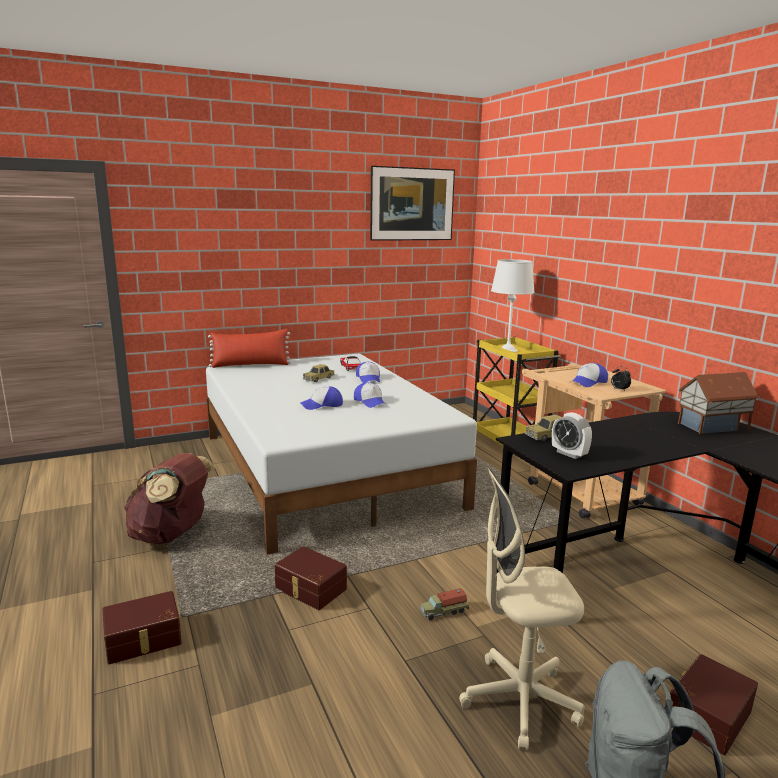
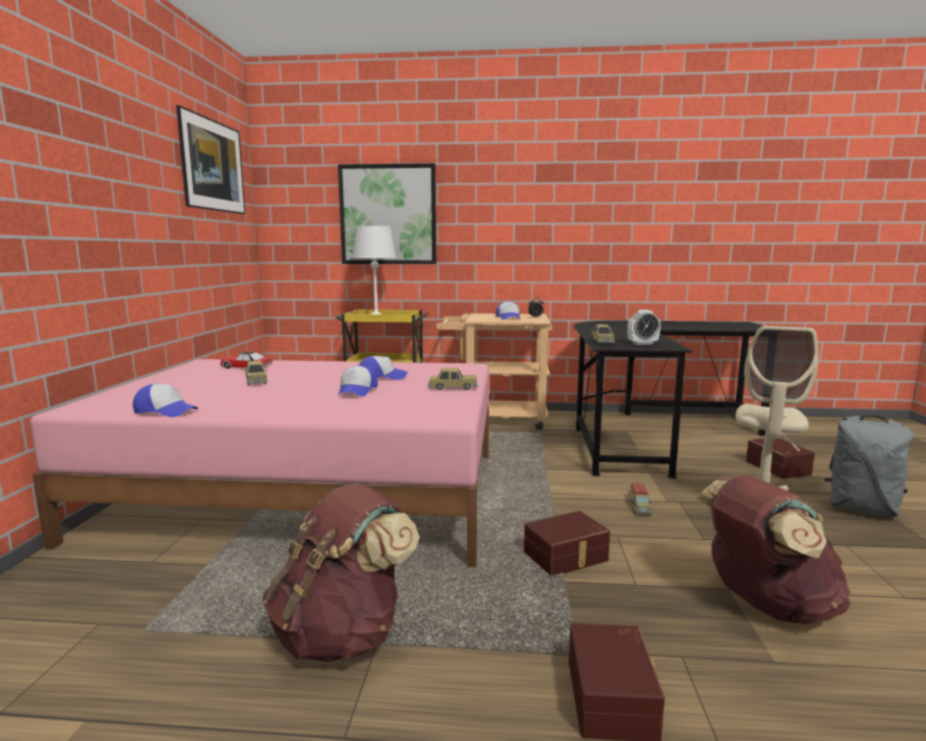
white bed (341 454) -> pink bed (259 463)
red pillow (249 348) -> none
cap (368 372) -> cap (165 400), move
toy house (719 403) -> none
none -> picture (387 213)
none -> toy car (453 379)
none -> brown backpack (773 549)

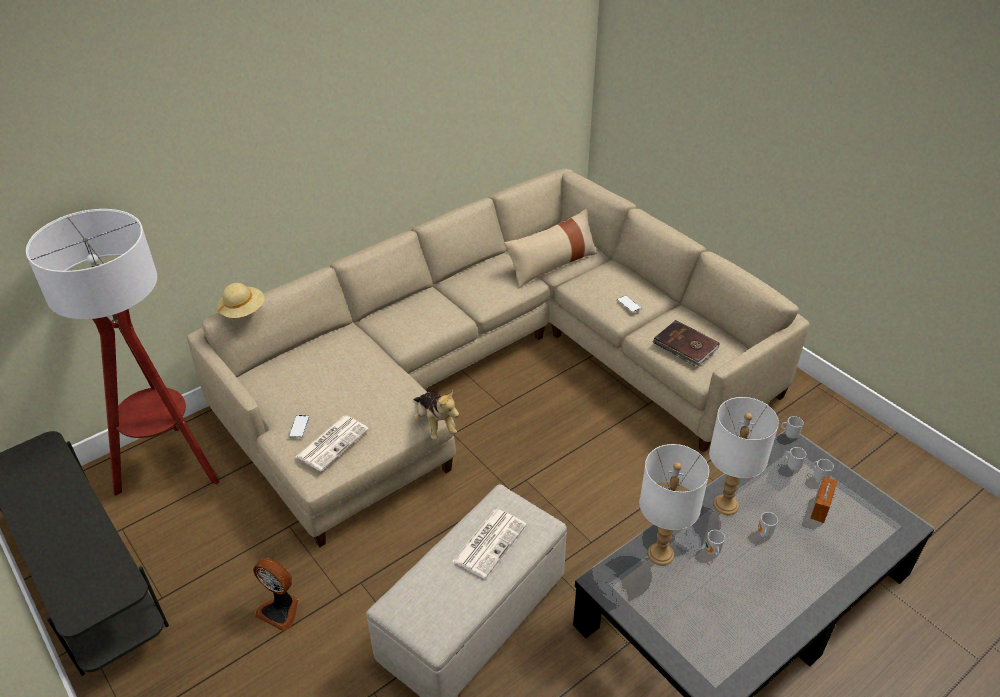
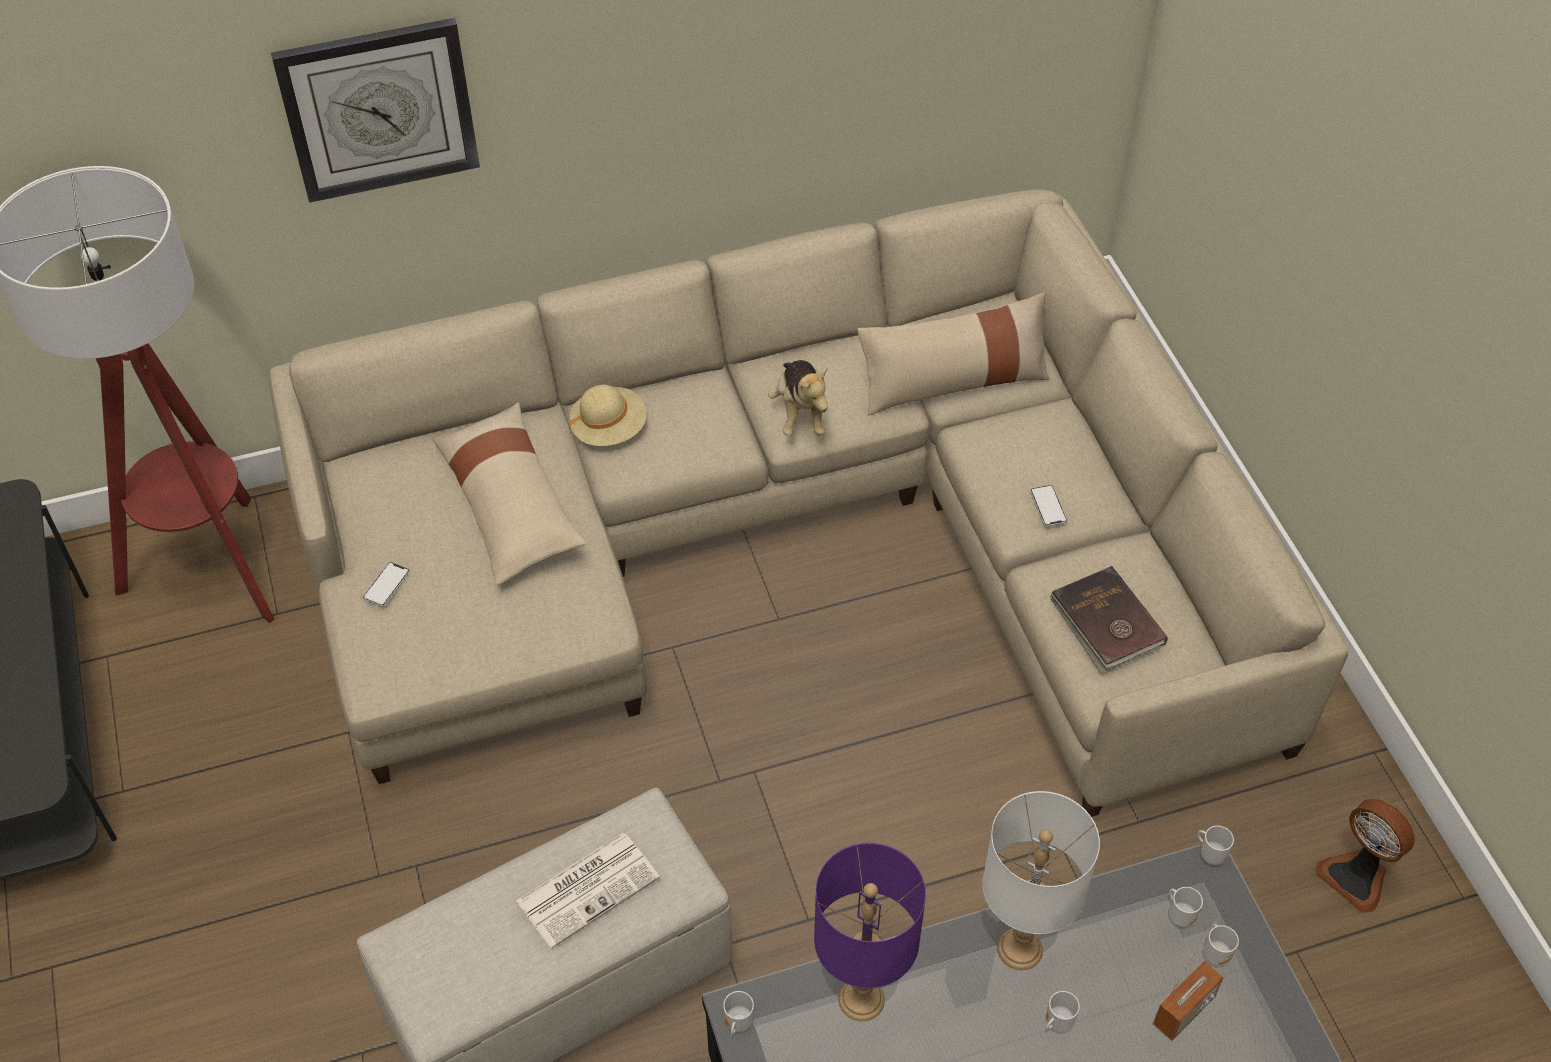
beige hat (240 300) -> beige hat (607 415), move
fan (275 594) -> fan (1365 856), move
newspaper (332 443) -> none
plush toy (436 415) -> plush toy (798 398), move
white table lamp (674 505) -> purple table lamp (870 932)
mug (715 543) -> mug (738 1013), move
none -> wall clock (375 110)
none -> beige pillow (509 494)

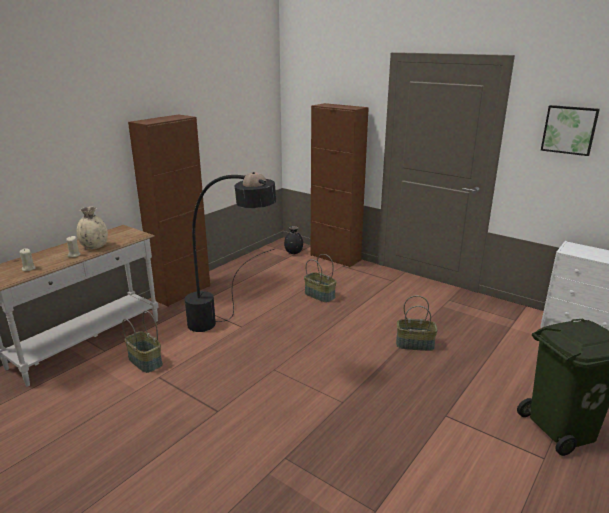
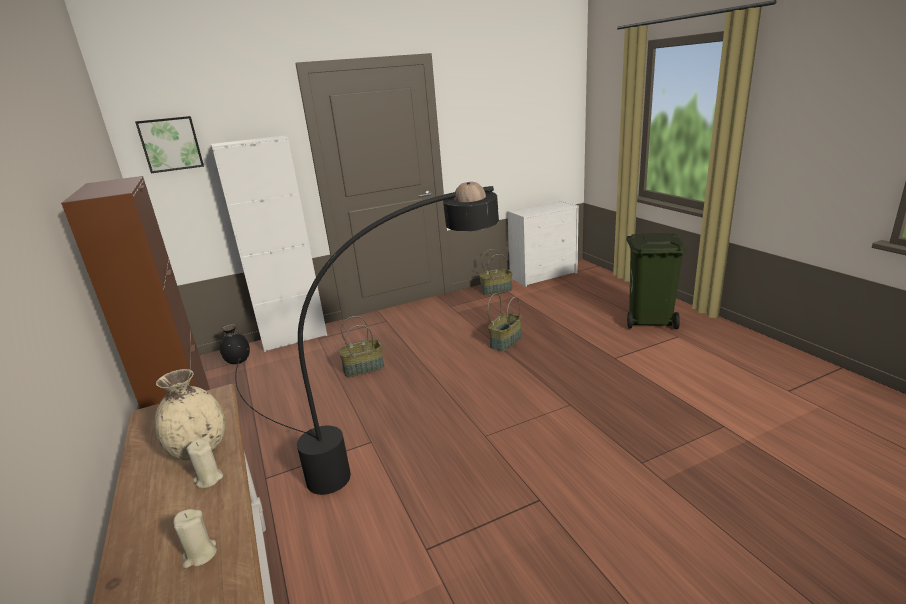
basket (142 342) -> basket (496 272), move
brown cabinet (340 185) -> white cabinet (269 243)
picture (570 130) -> picture (169 144), move

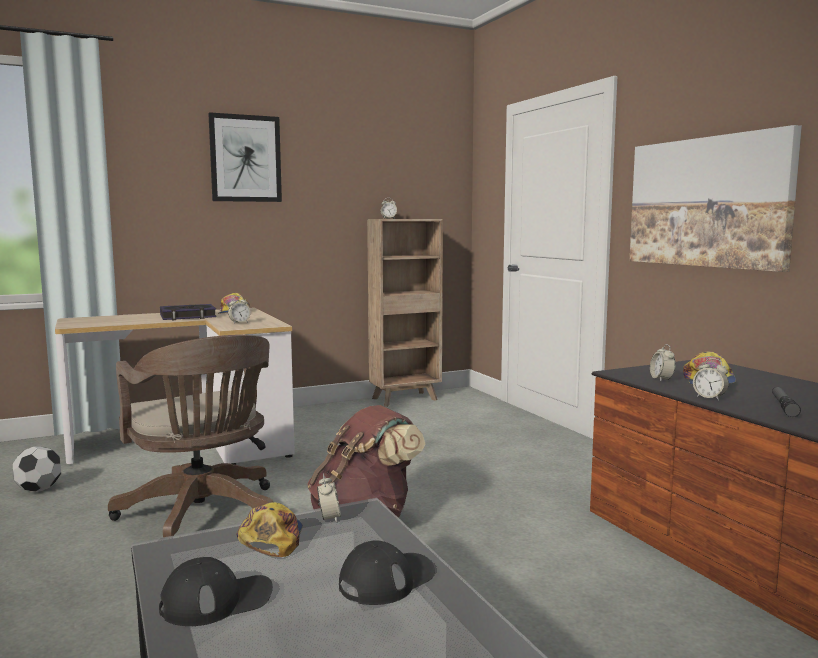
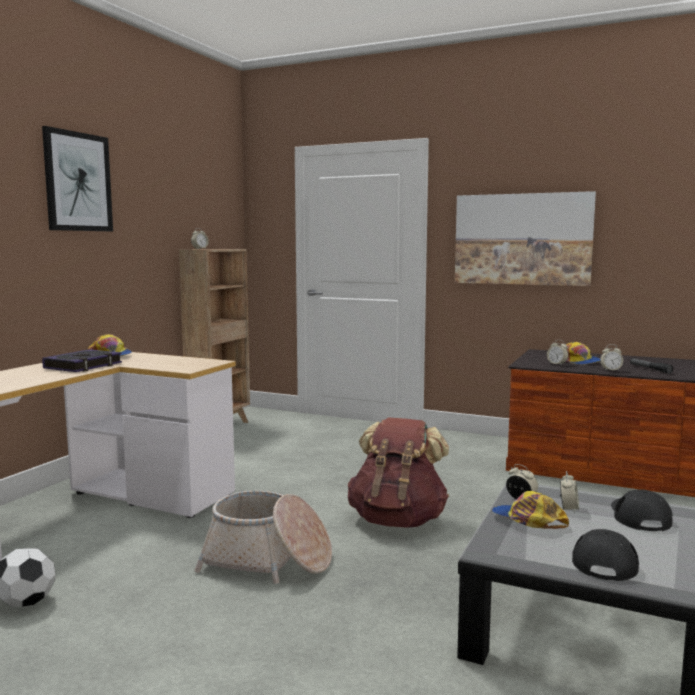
brown office chair (190 436) -> basket (263 537)
alarm clock (239 309) -> alarm clock (569 492), move

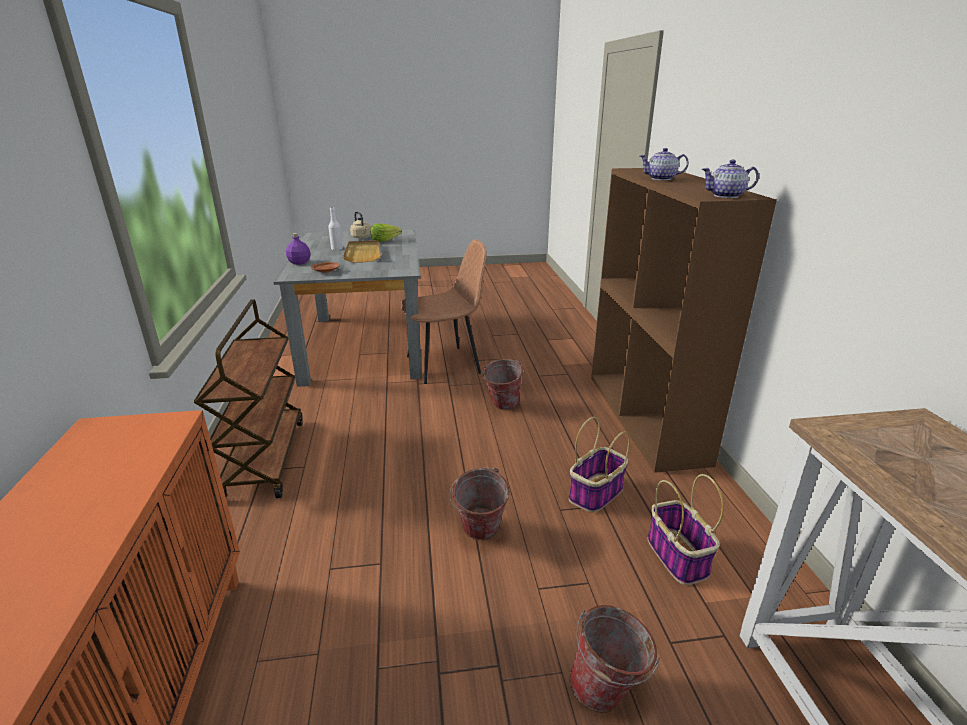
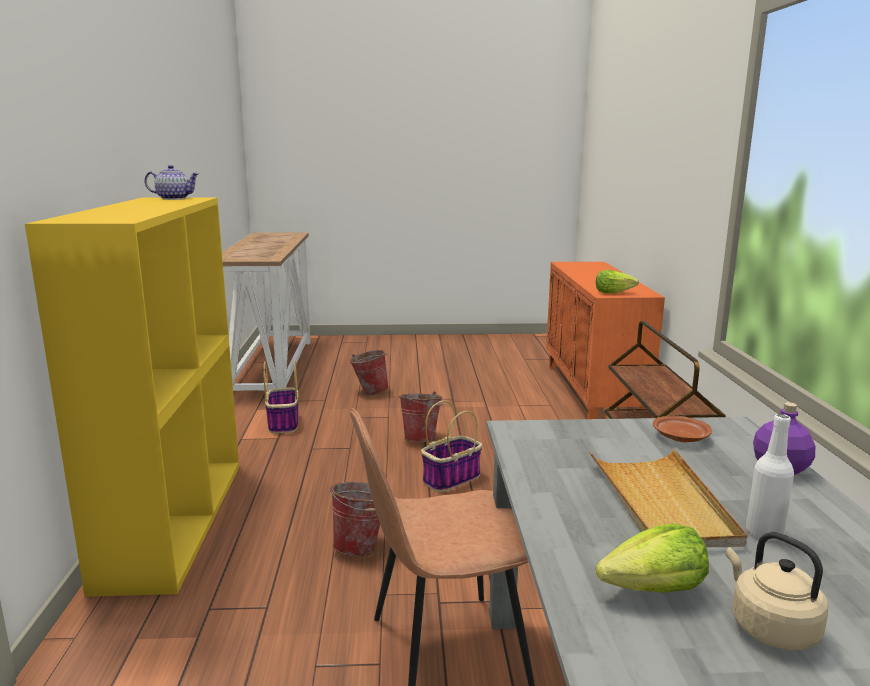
basket (599 465) -> basket (451 446), move
brown bookcase (684 320) -> yellow bookcase (132 397)
teapot (664 164) -> none
none -> lettuce (617 281)

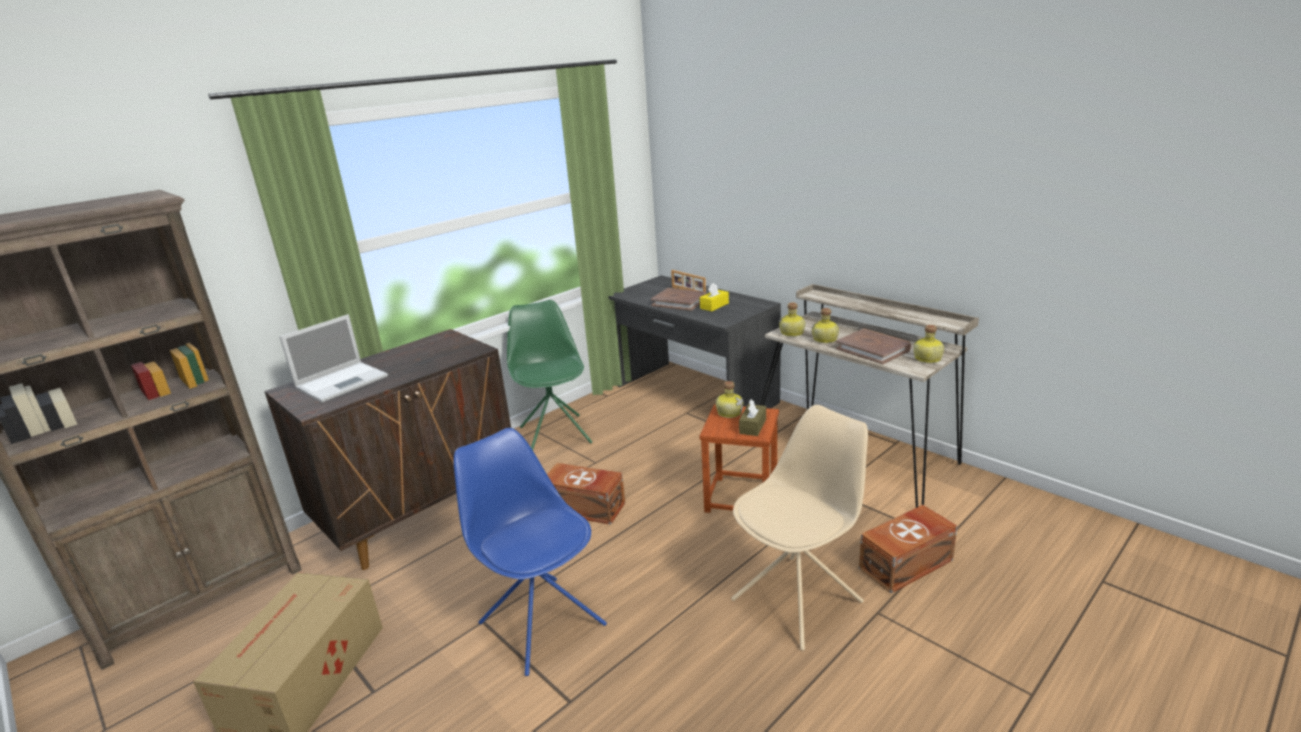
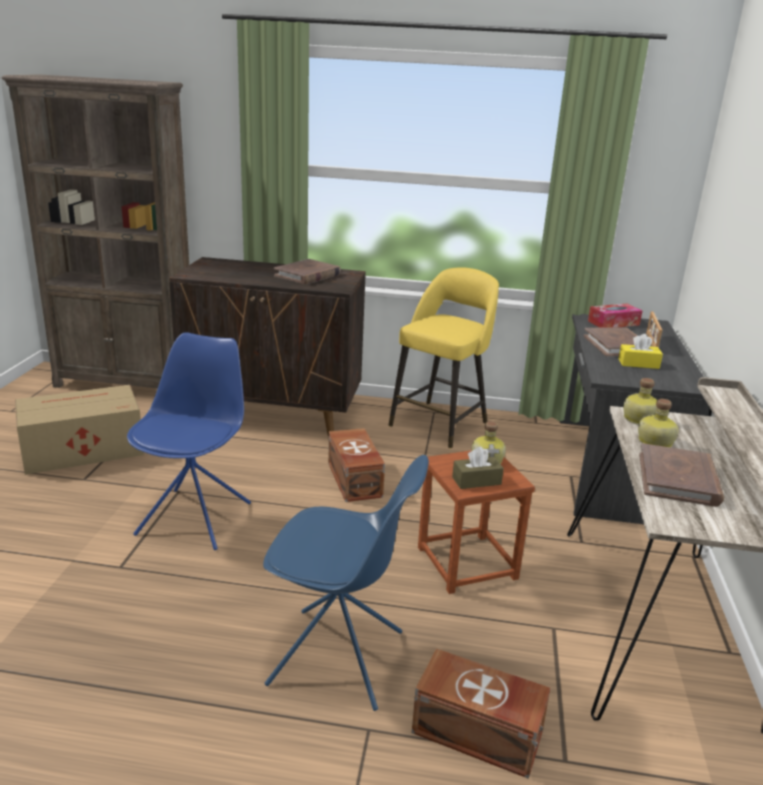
laptop (334 358) -> none
green chair (549 375) -> yellow stool (444 357)
beige chair (799 527) -> blue chair (346 583)
bottle (928 344) -> none
none -> brown book (307 271)
none -> tissue box (615 316)

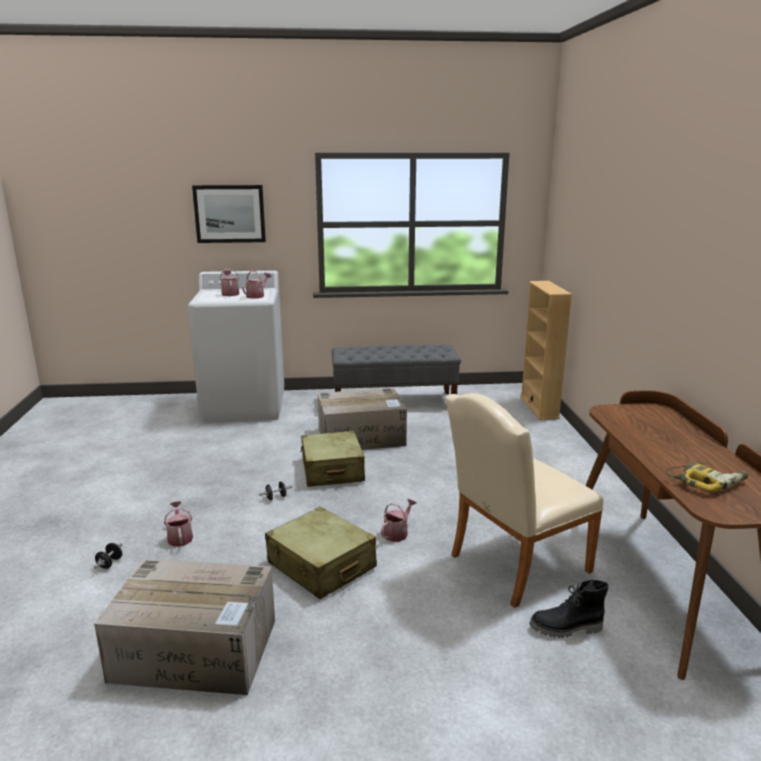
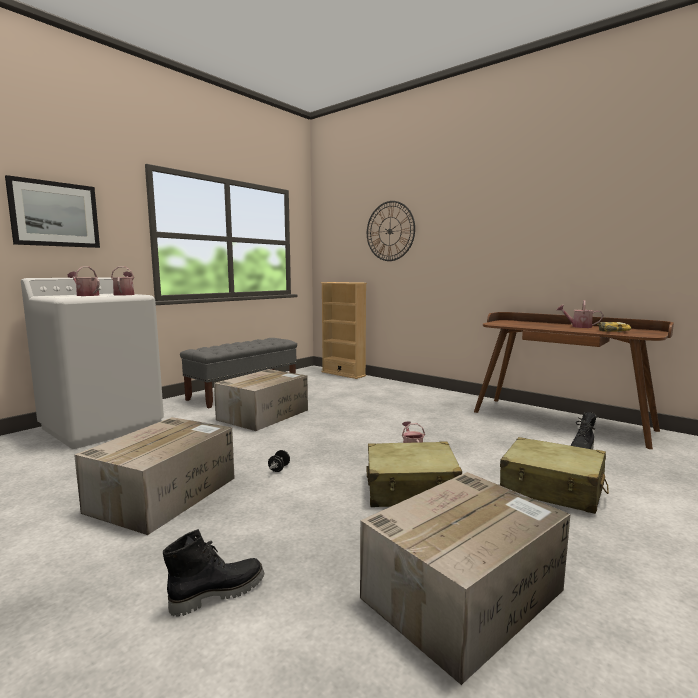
black dumbbell (108 556) -> black boot (213 573)
watering can (178 524) -> watering can (580 314), move
beige suitcase (332 458) -> beige suitcase (554 475), move
beige chair (524 500) -> none
none -> cardboard box (154 476)
none -> wall clock (391 231)

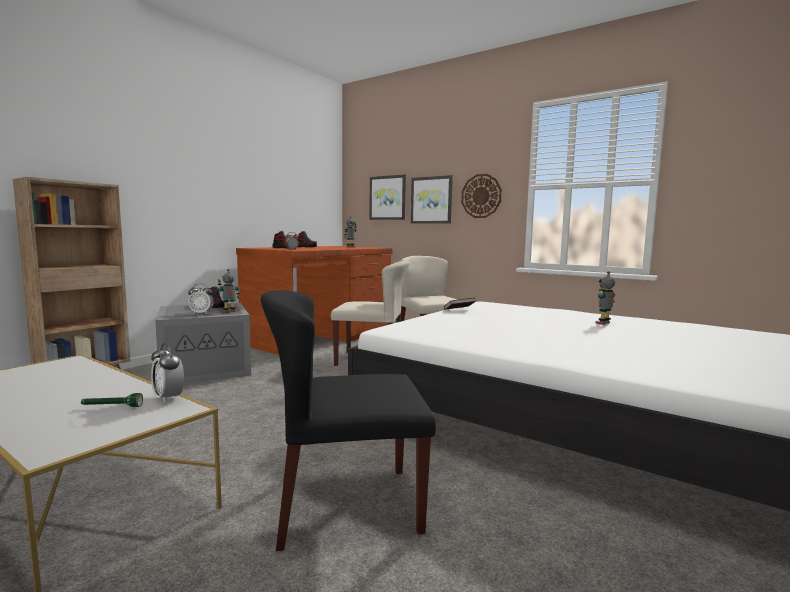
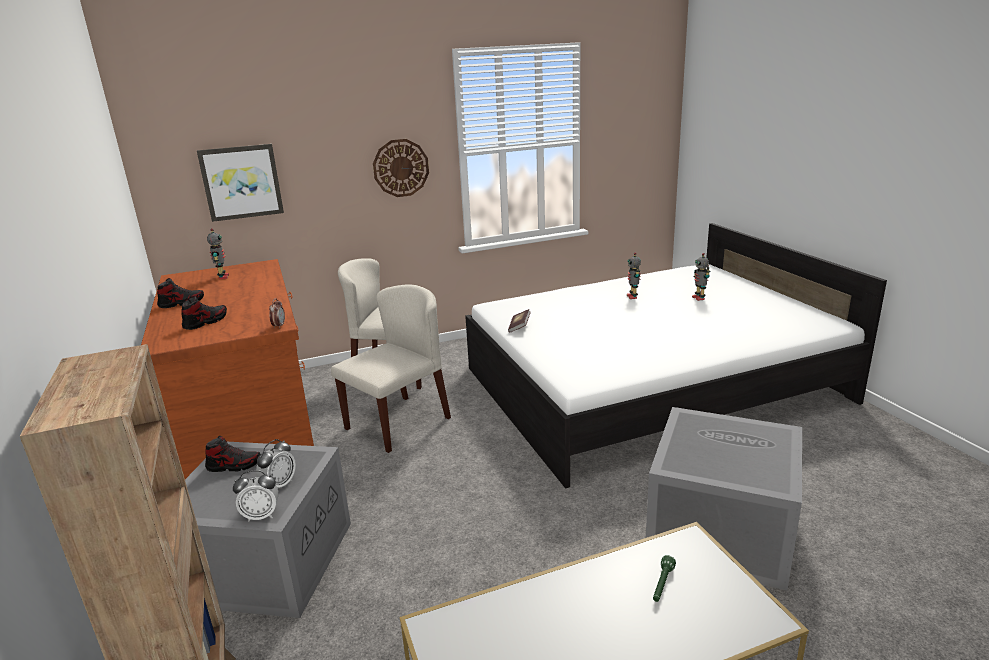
alarm clock (167 373) -> alarm clock (256 496), move
toy robot (229 291) -> toy robot (701 277), move
black chair (348 420) -> grey storage box (724 499)
picture (432 199) -> none

